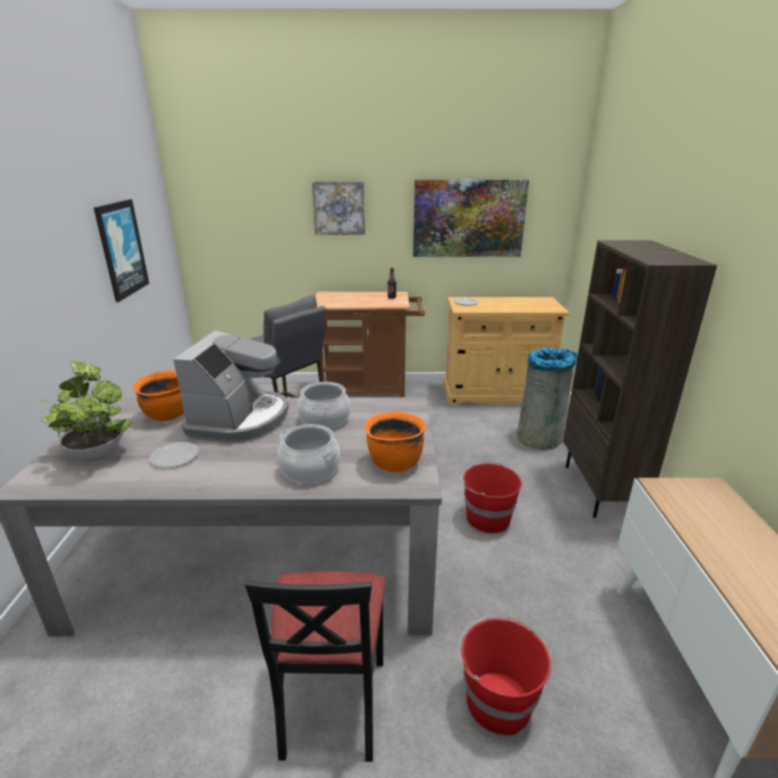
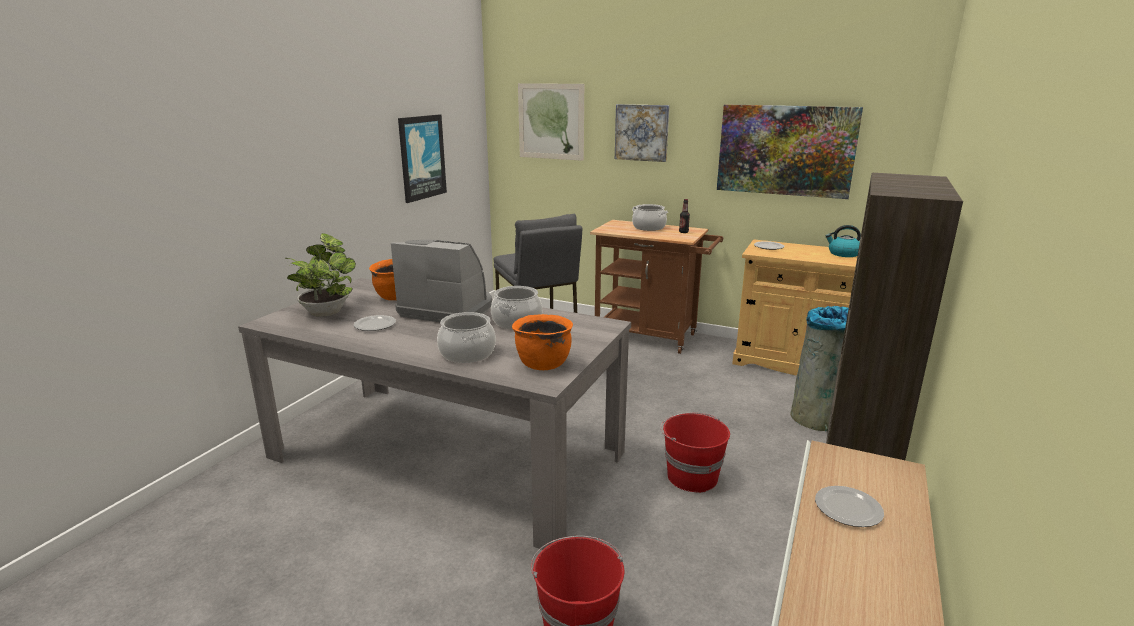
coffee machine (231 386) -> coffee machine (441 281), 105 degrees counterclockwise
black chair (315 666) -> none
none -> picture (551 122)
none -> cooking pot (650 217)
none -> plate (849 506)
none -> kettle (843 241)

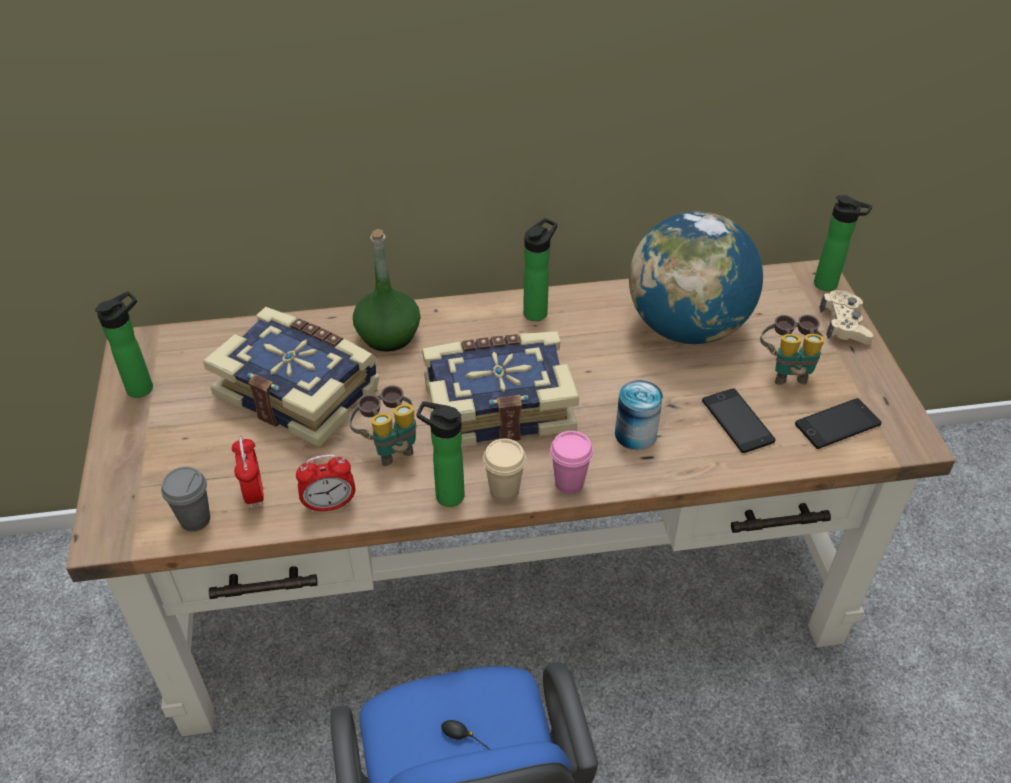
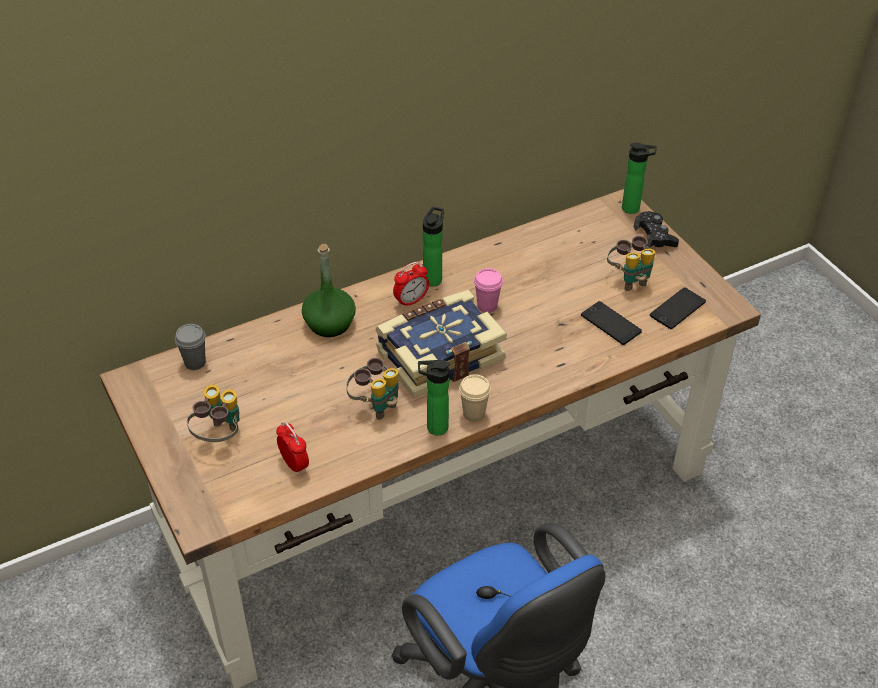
bottle (124 344) -> none
grey cup (185 499) -> grey cup (190 347), move
book (291 377) -> none
alarm clock (325 483) -> alarm clock (411 285), move
pink cup (571 462) -> pink cup (488 290), move
can (639 415) -> none
globe (696 278) -> none
beige game controller (846 317) -> black game controller (656 229)
none -> binoculars (213 413)

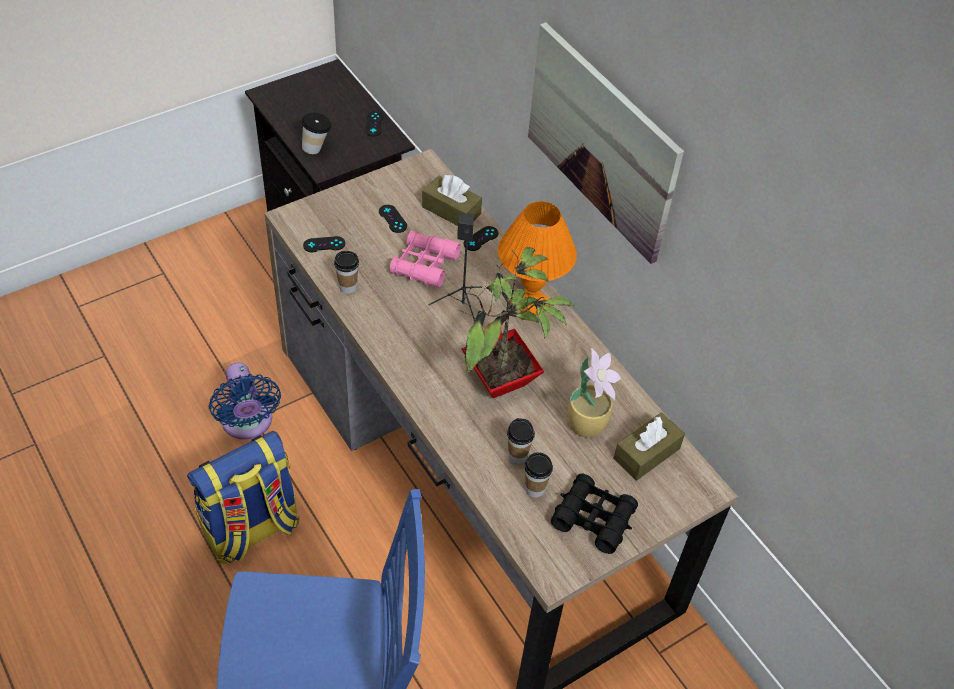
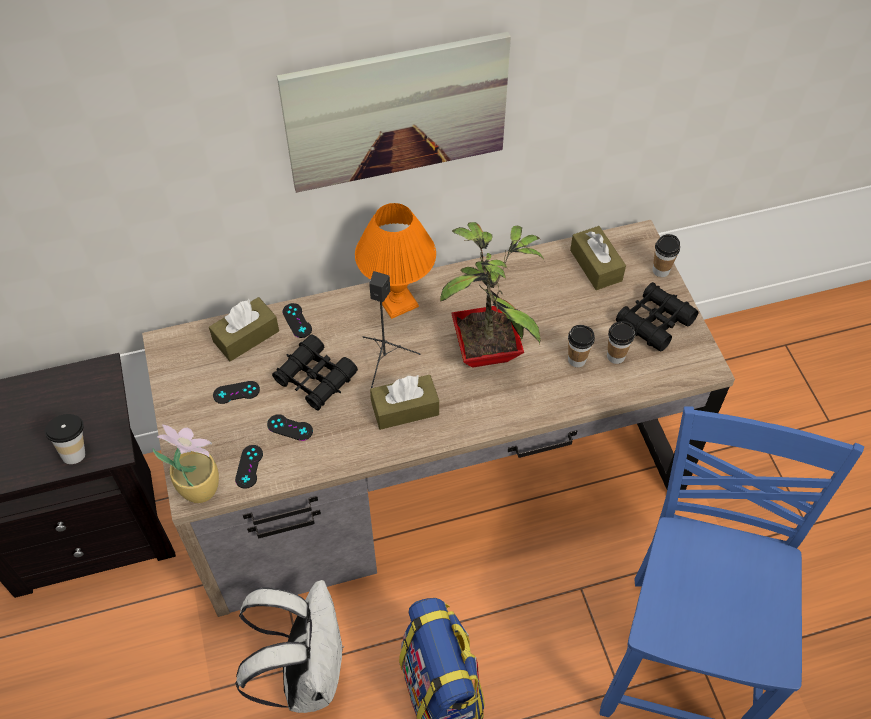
blue fan (245 401) -> white backpack (289 646)
cup (346 272) -> cup (666 255), move
black game controller (374 123) -> black game controller (290 427), move
pink binoculars (425 258) -> black binoculars (315 372)
potted plant (594 393) -> potted plant (185 463), move
none -> brown tissue box (404 402)

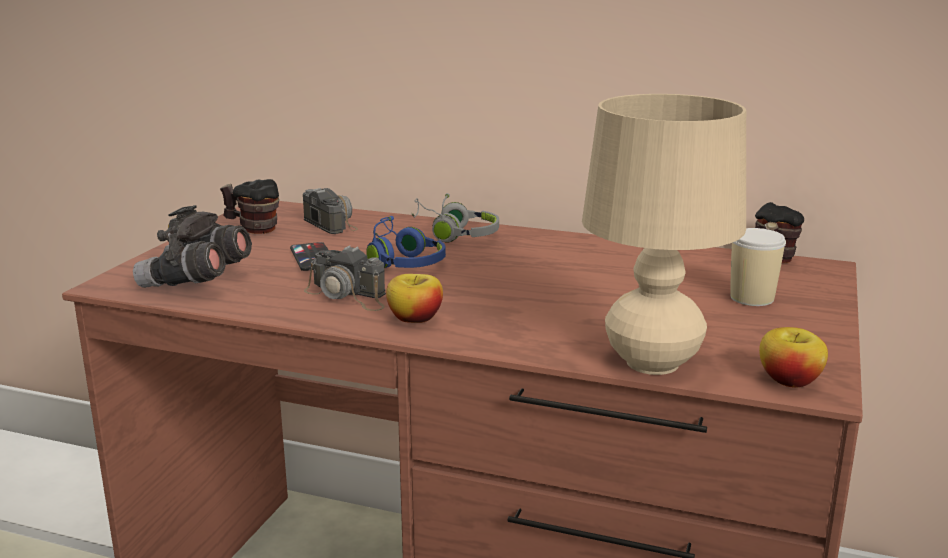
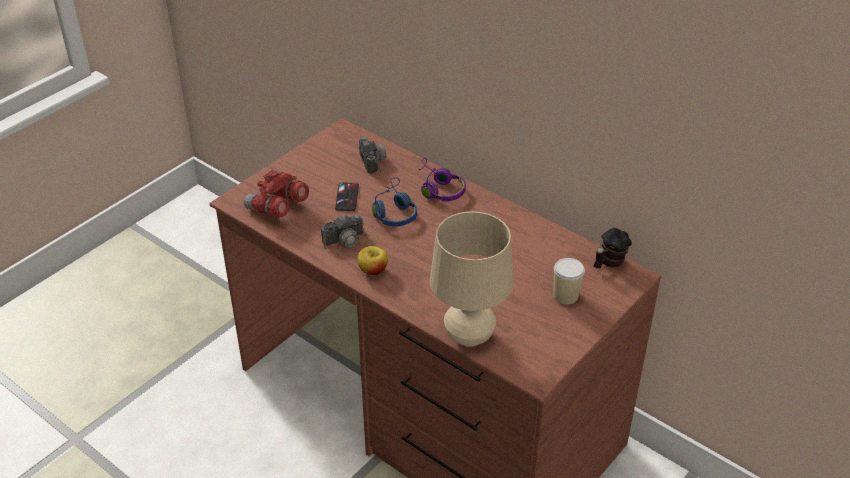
grey binoculars (192 246) -> red binoculars (276 193)
mug (249 206) -> none
photo camera (345 278) -> photo camera (349 233), 75 degrees counterclockwise
grey headphones (455 218) -> purple headphones (442 179)
apple (793 357) -> none

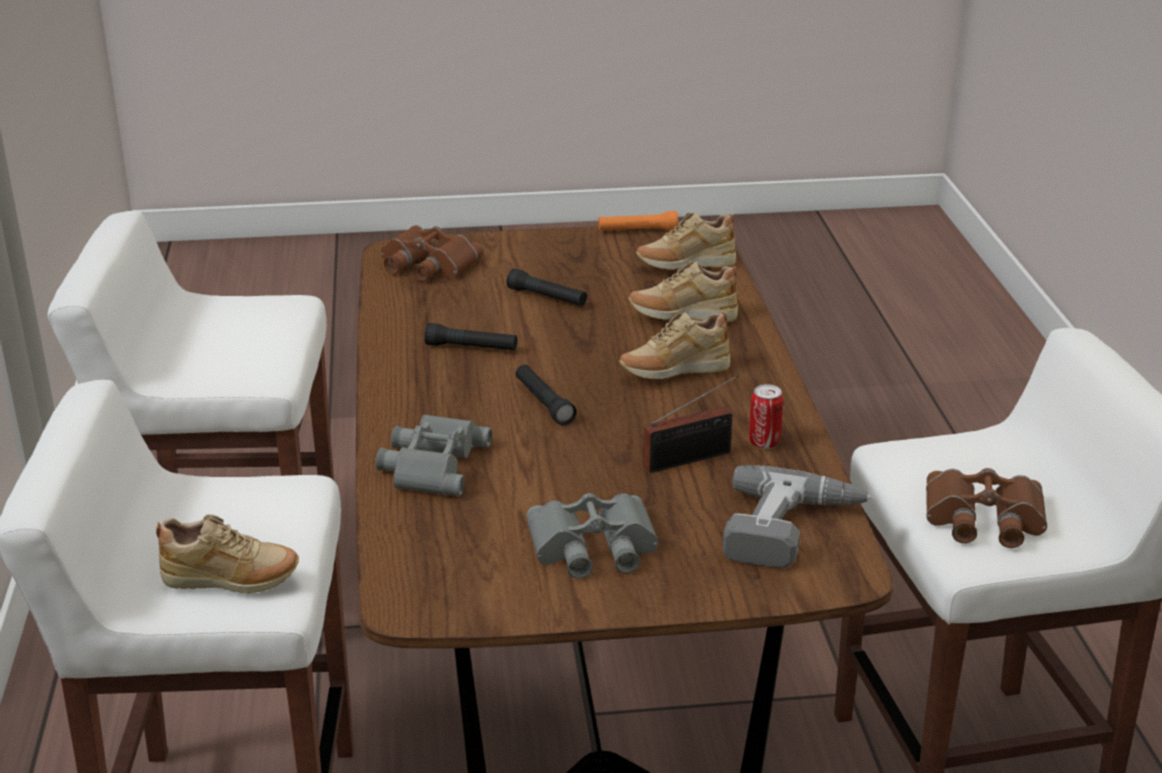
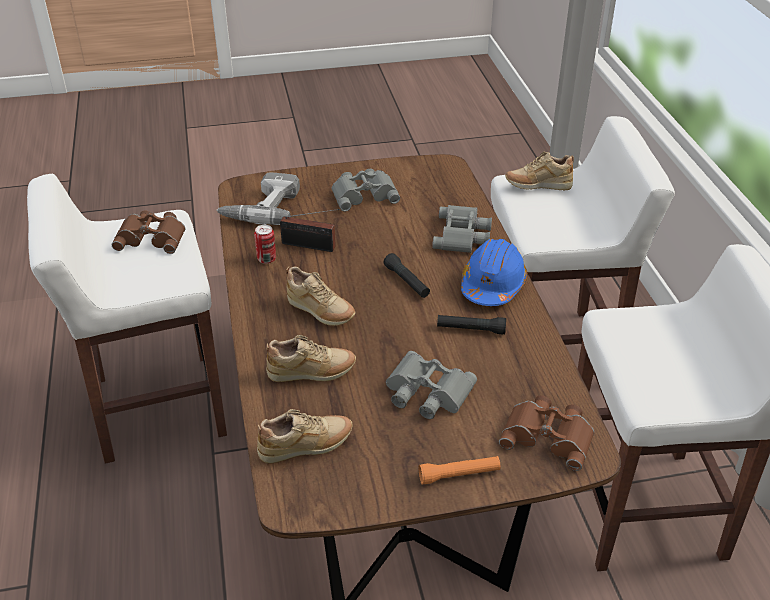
black flashlight (547 287) -> grey binoculars (431 385)
orange flashlight (638 221) -> orange flashlight (460 470), move
beige shoe (674 346) -> beige shoe (321 296), 60 degrees clockwise
radio (691 424) -> radio (310 230), 135 degrees counterclockwise
none -> blue hard hat (494 272)

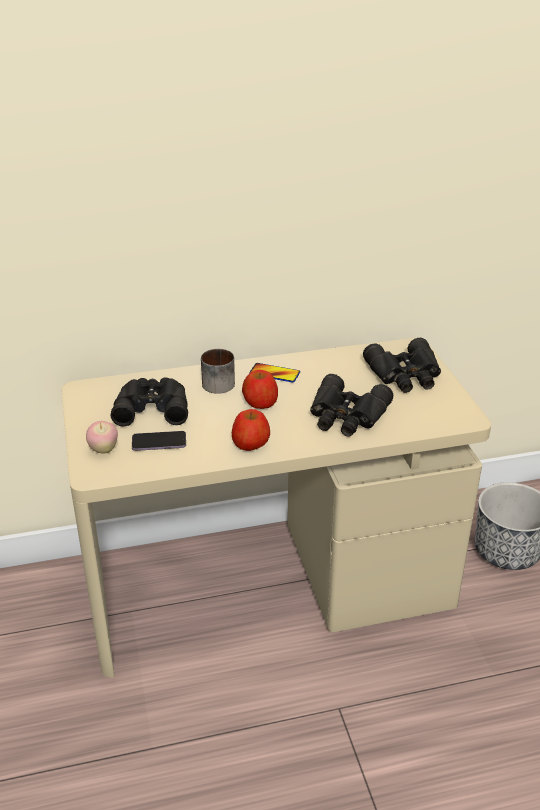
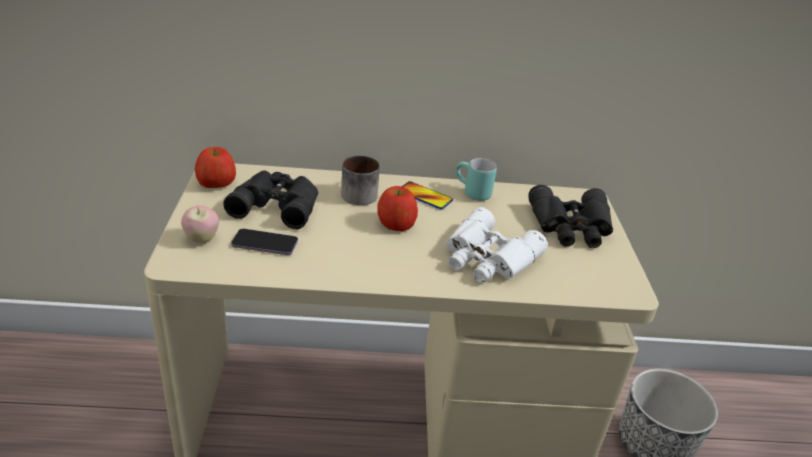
apple (251 430) -> apple (215 167), move
black binoculars (351 405) -> white binoculars (497 245)
none -> turquoise mug (476 179)

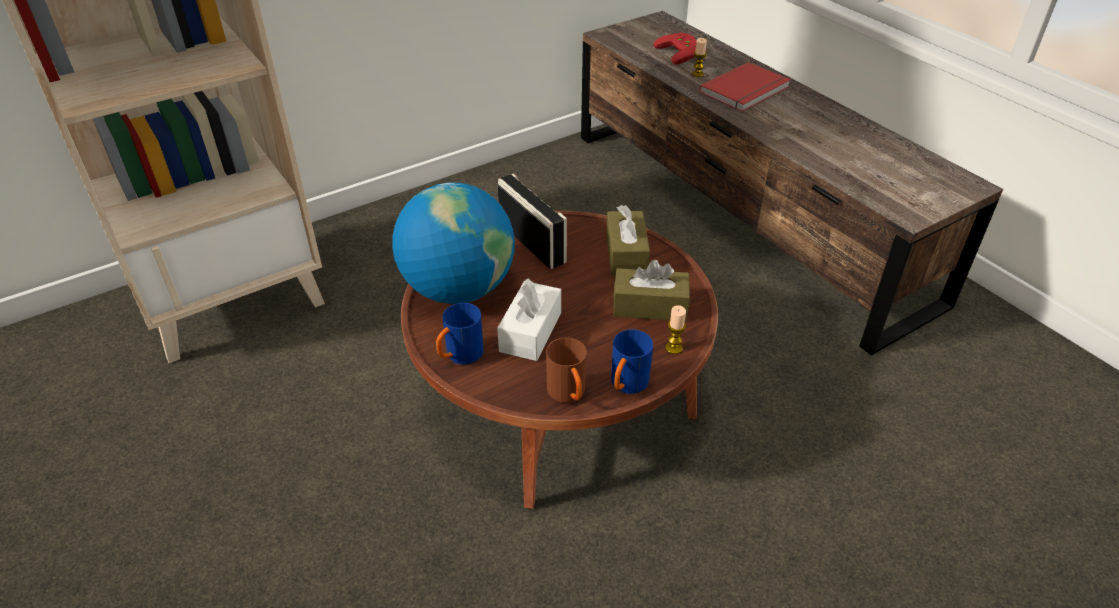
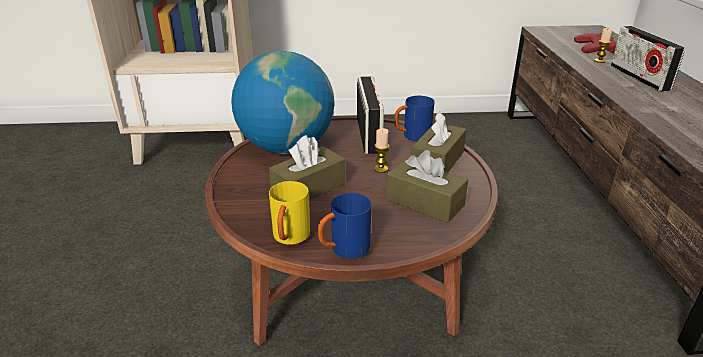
blue mug (459 333) -> blue mug (414 118), move
white tissue box (529 320) -> brown tissue box (307 167)
brown mug (566 370) -> yellow mug (289 213)
candle (675 329) -> candle (381 150), move
red book (745 87) -> radio (648 58)

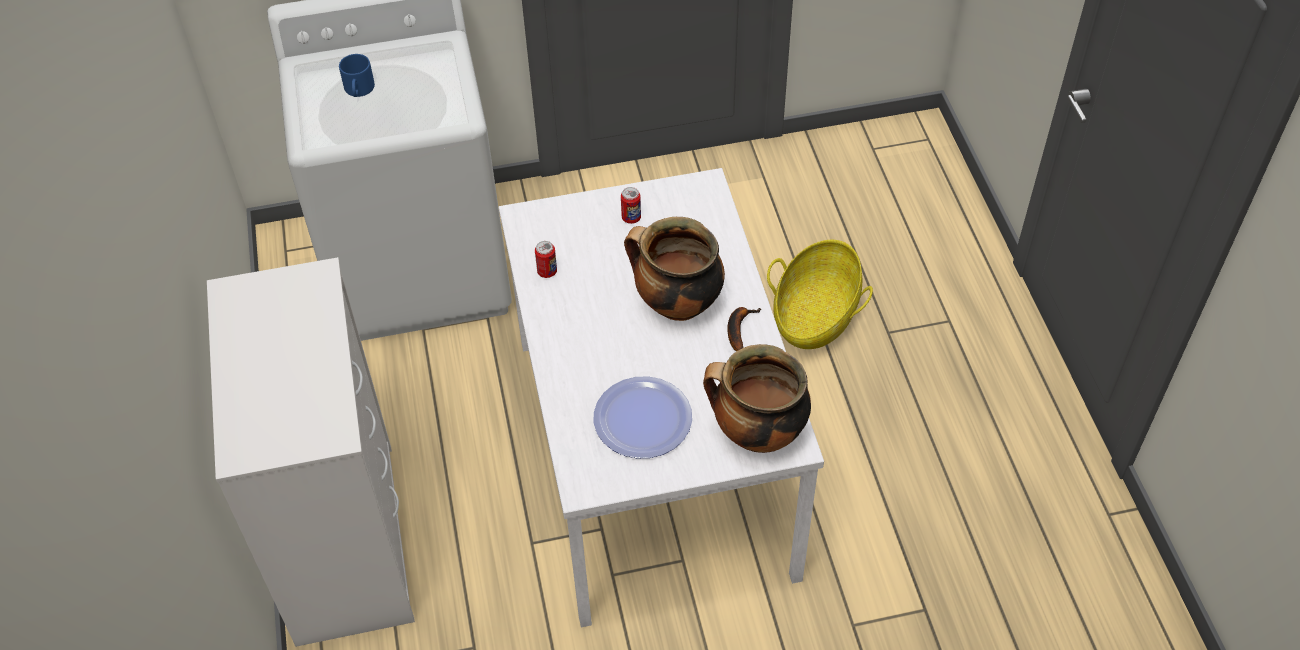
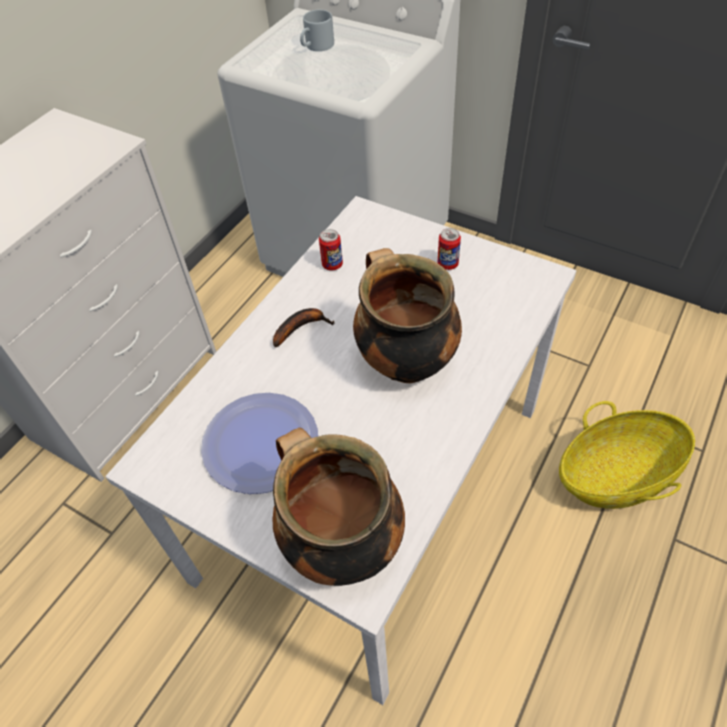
blue mug (357 75) -> grey mug (317 30)
banana (744 329) -> banana (304 327), move

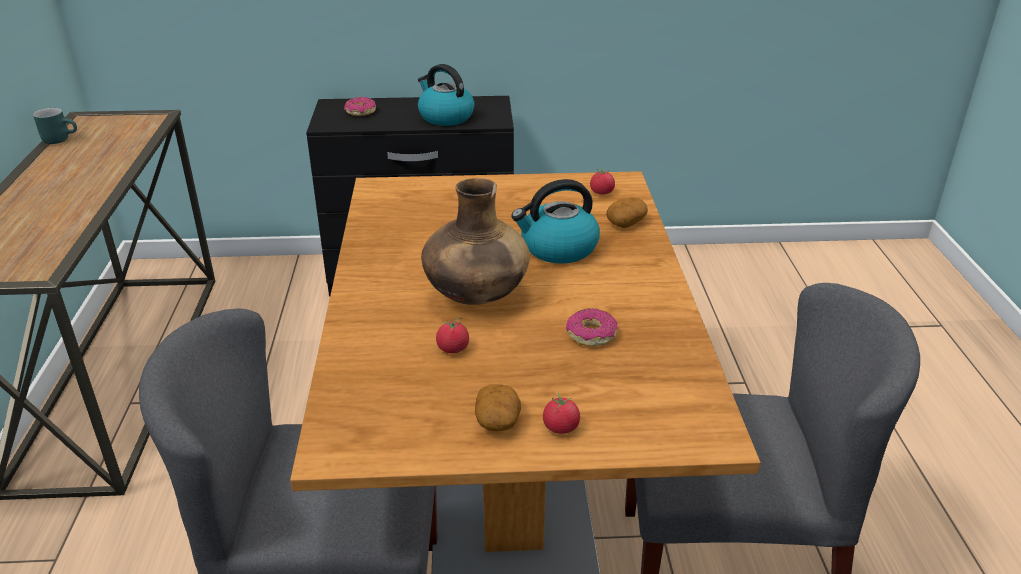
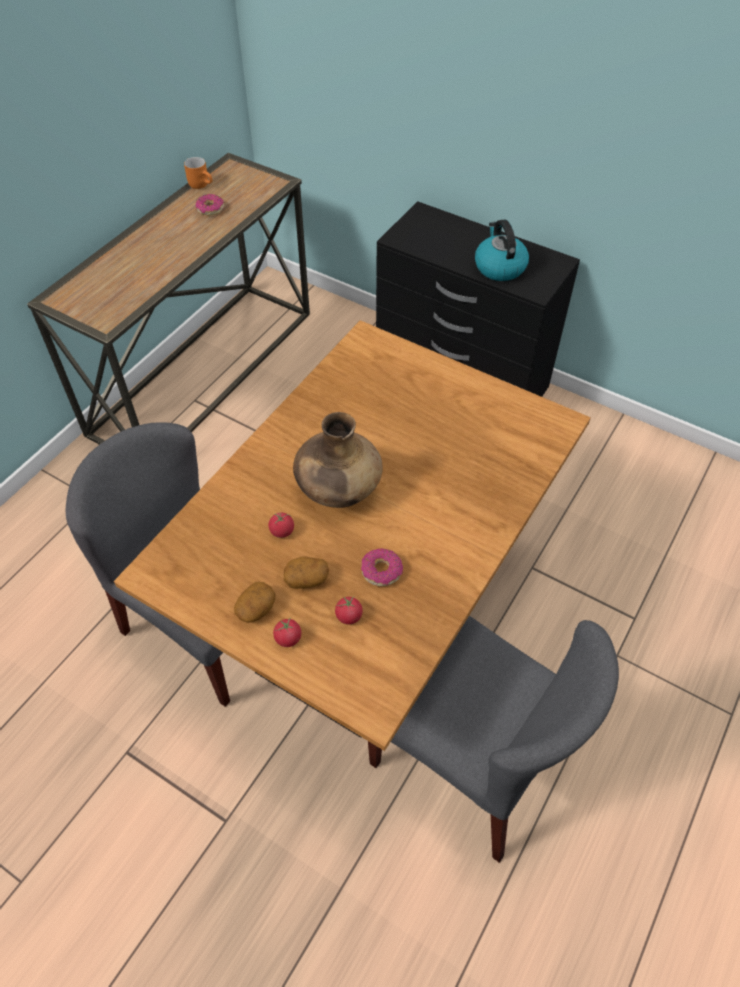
turquoise mug (55 126) -> orange mug (198 173)
donut (360 106) -> donut (210 205), move
kettle (555 221) -> none
tomato (602 181) -> tomato (349 610), move
potato (627 212) -> potato (306 573), move

